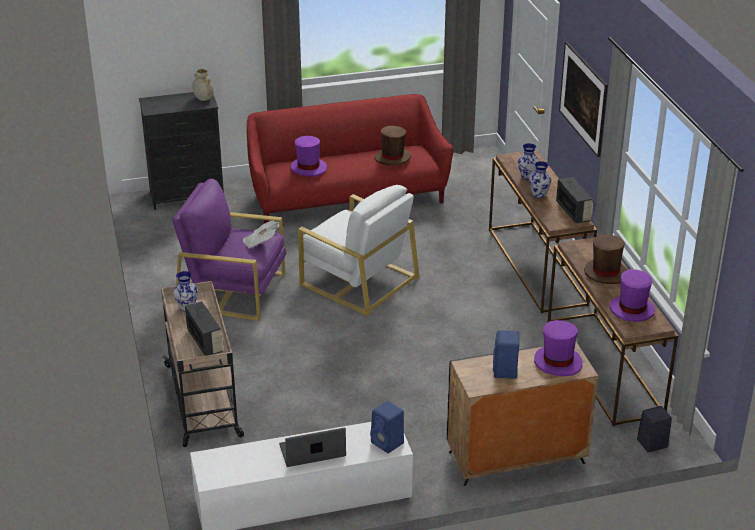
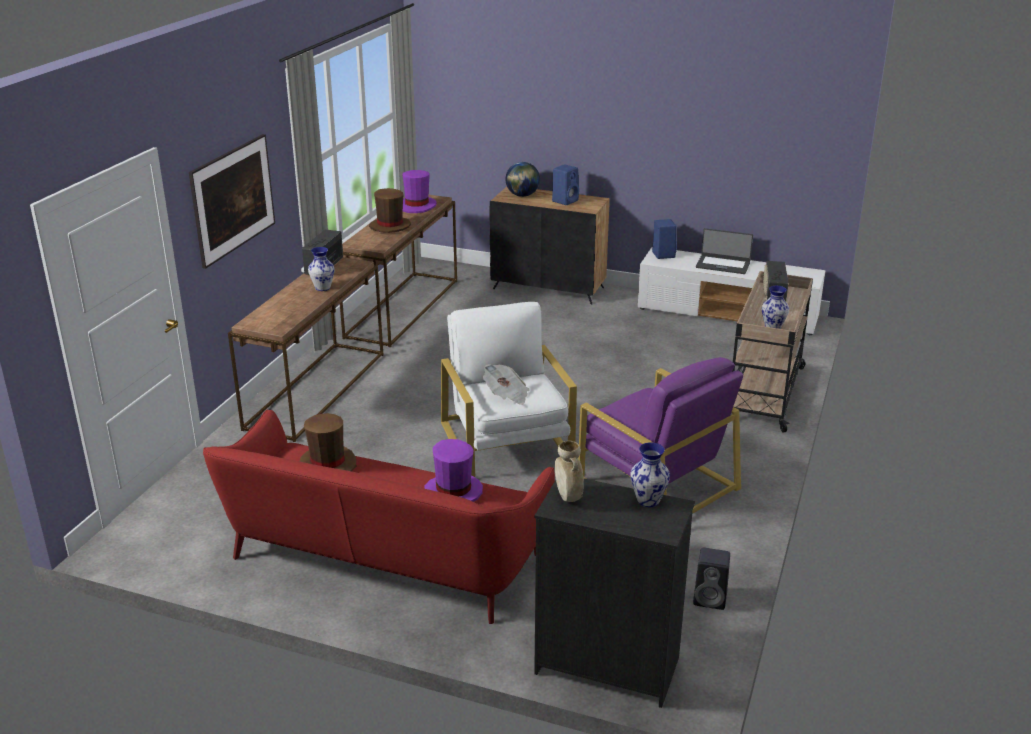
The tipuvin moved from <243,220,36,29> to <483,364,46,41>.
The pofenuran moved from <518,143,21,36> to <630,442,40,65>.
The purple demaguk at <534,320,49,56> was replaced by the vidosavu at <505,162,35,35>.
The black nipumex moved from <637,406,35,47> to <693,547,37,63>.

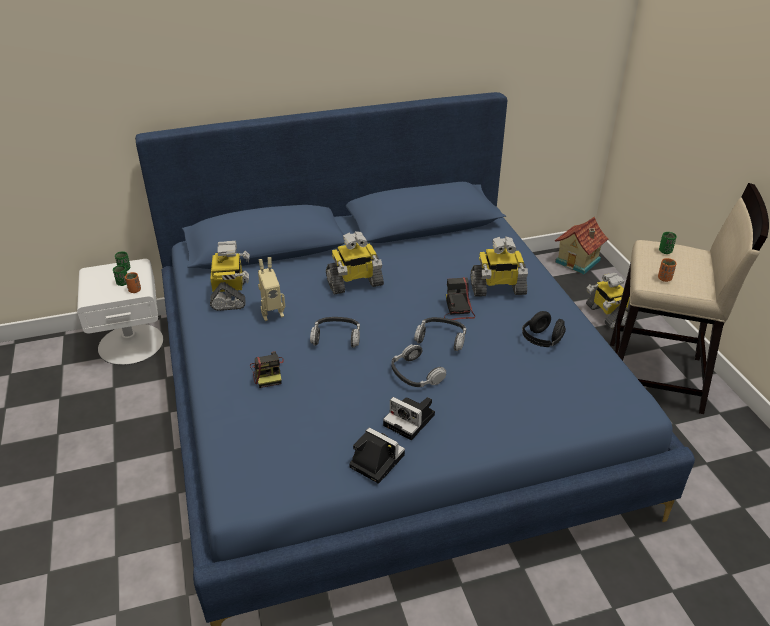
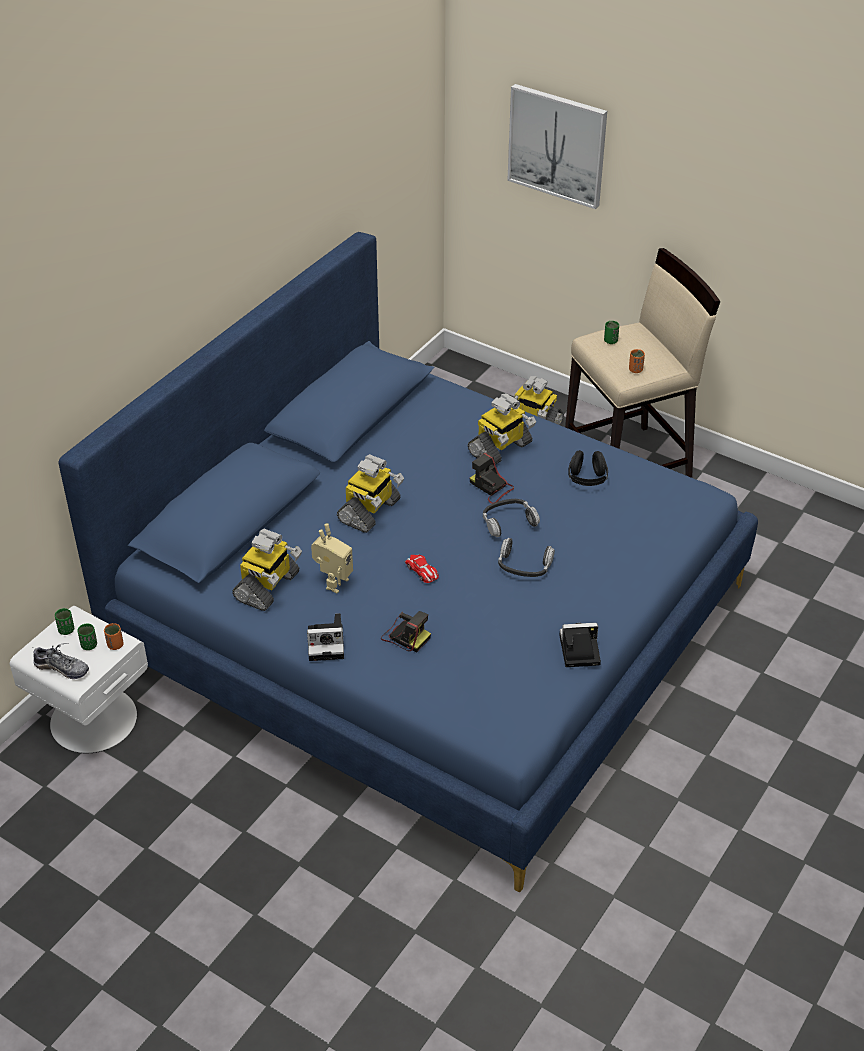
The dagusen at <210,241,39,70> turned 75 degrees clockwise.
The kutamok at <310,317,50,31> was replaced by the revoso at <405,554,34,29>.
The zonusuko moved from <383,397,52,43> to <307,613,37,48>.
The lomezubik at <555,217,53,57> disappeared.
The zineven at <33,643,56,36> appeared.
The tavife at <507,84,100,125> appeared.

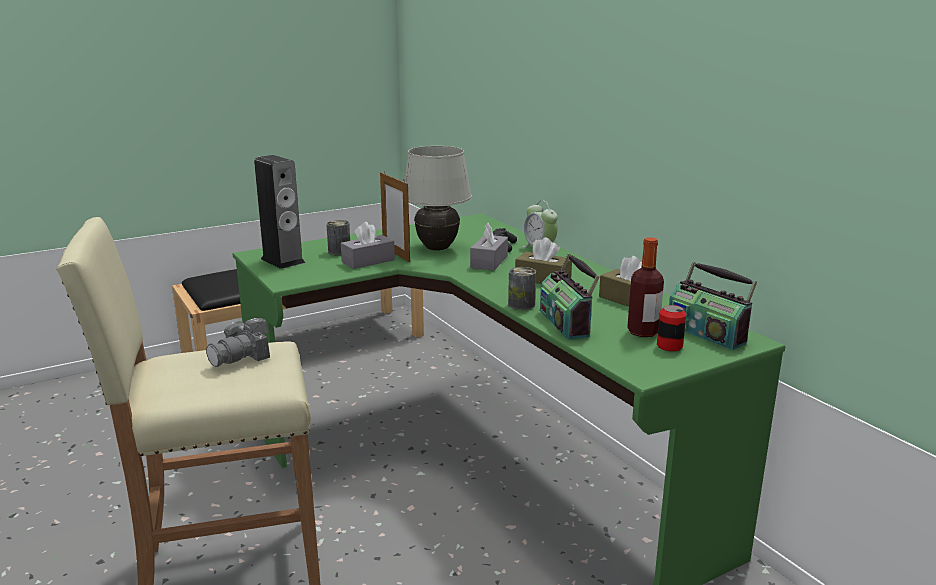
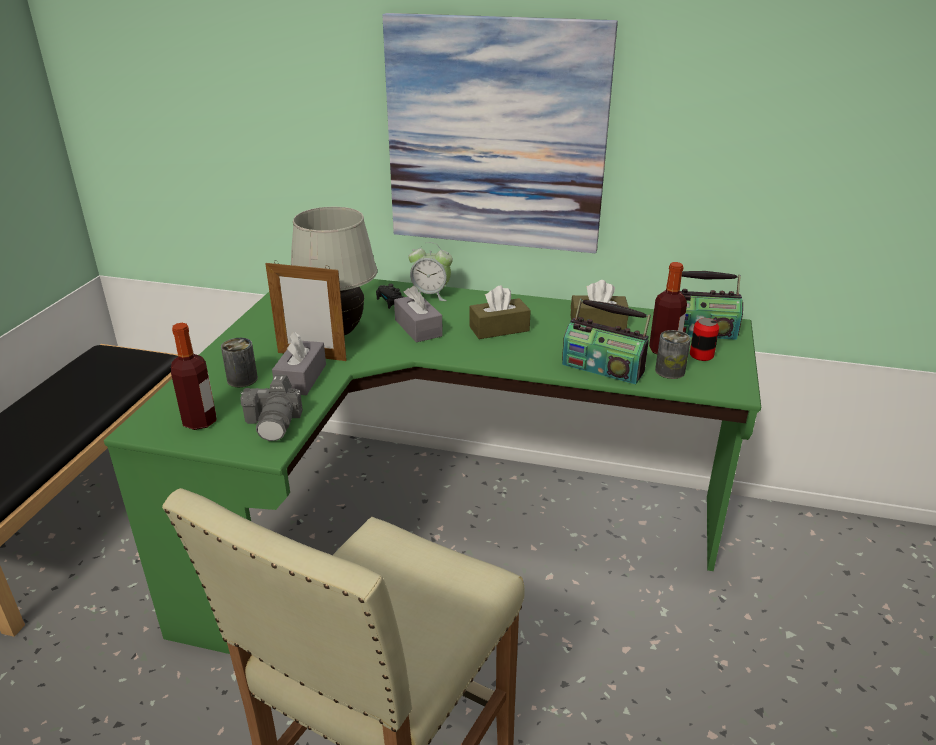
The zonusuko moved from <206,318,64,49> to <240,375,63,66>.
The nipumex at <254,155,51,114> was replaced by the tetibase at <171,323,46,107>.
The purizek moved from <508,267,28,43> to <655,330,36,49>.
The tavife at <382,13,236,240> appeared.

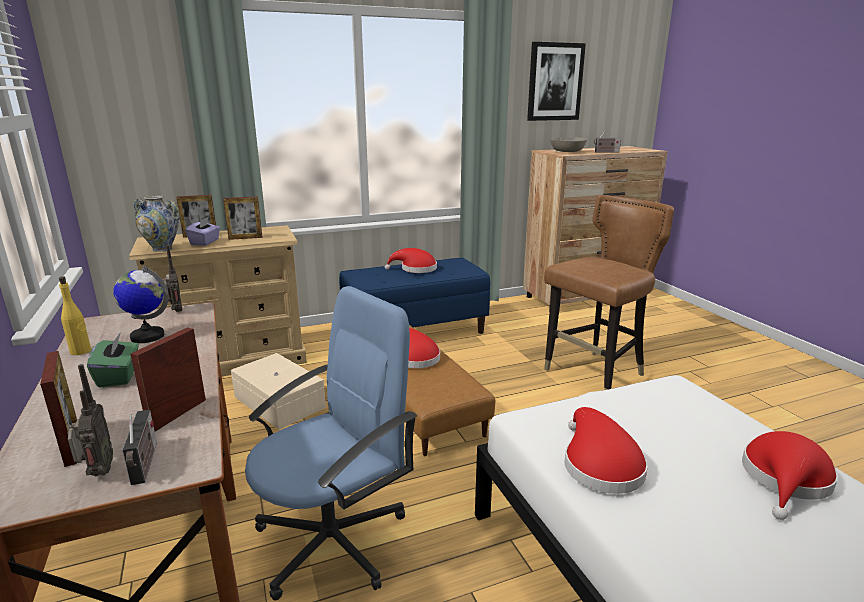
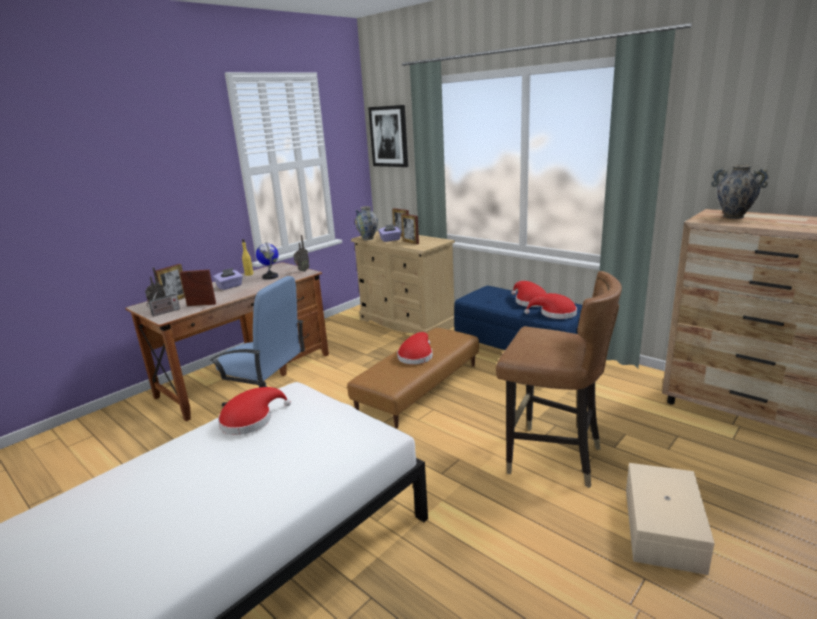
The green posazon at <87,332,52,56> became the purple posazon at <213,268,30,22>.
The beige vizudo moved from <231,353,95,77> to <626,463,89,112>.
The tavife moved from <527,42,59,79> to <368,105,40,62>.
The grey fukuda at <550,137,37,15> was replaced by the pofenuran at <711,165,58,54>.
The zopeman at <594,131,27,22> disappeared.
The red demaguk moved from <742,431,96,89> to <524,293,53,26>.

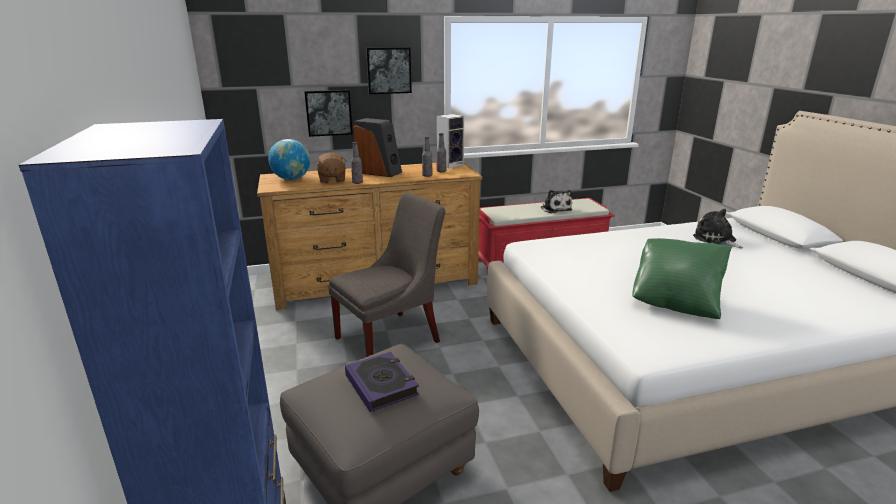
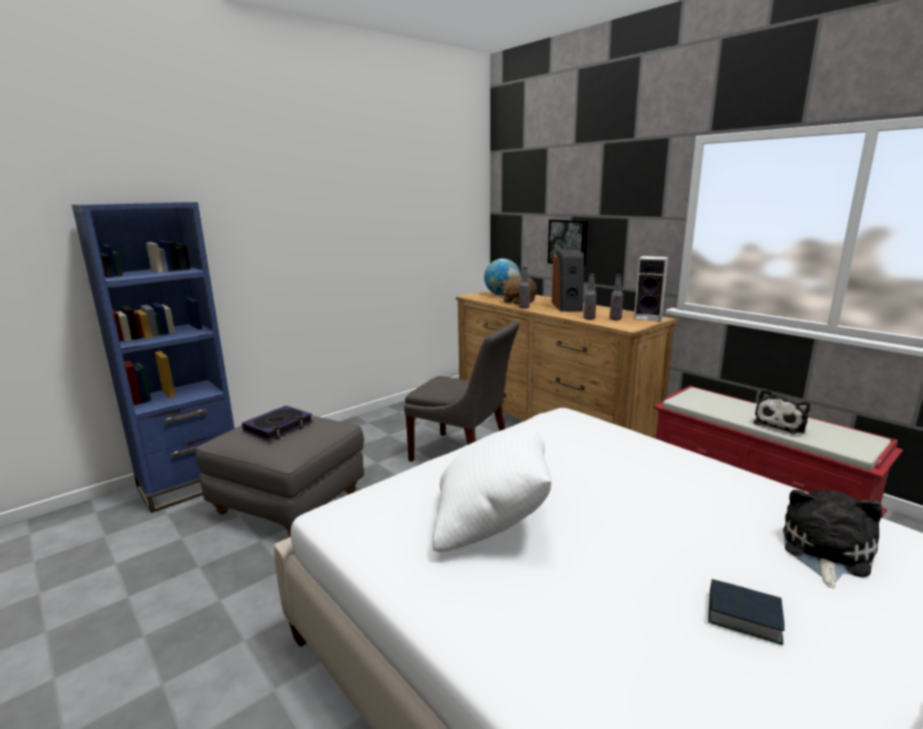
The tavife at <366,47,46,47> disappeared.
The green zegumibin at <632,238,100,81> became the white zegumibin at <432,431,120,121>.
The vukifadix at <708,579,77,66> appeared.

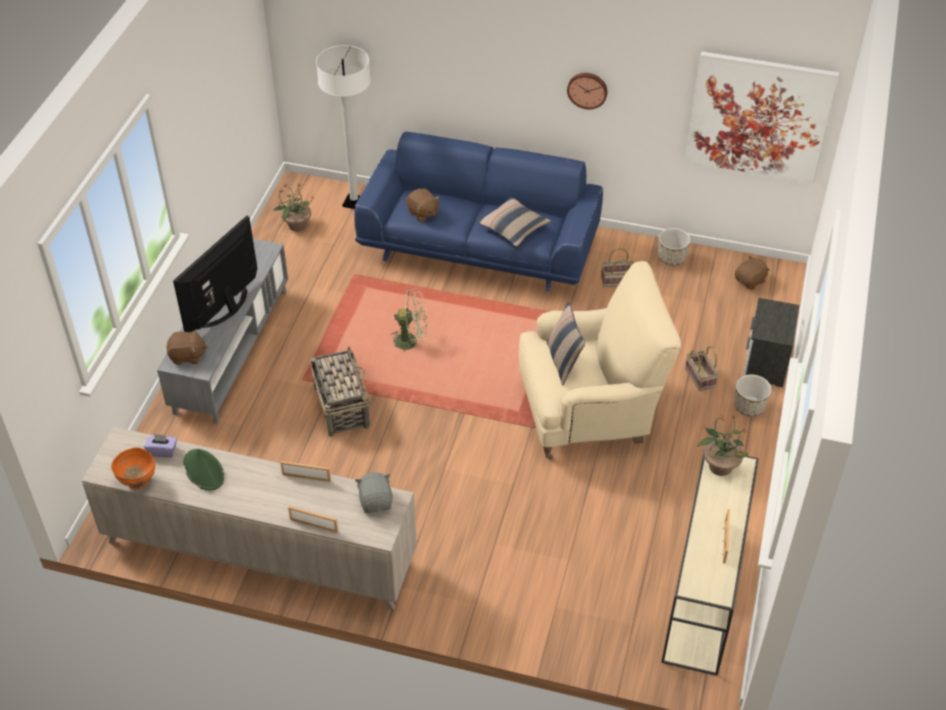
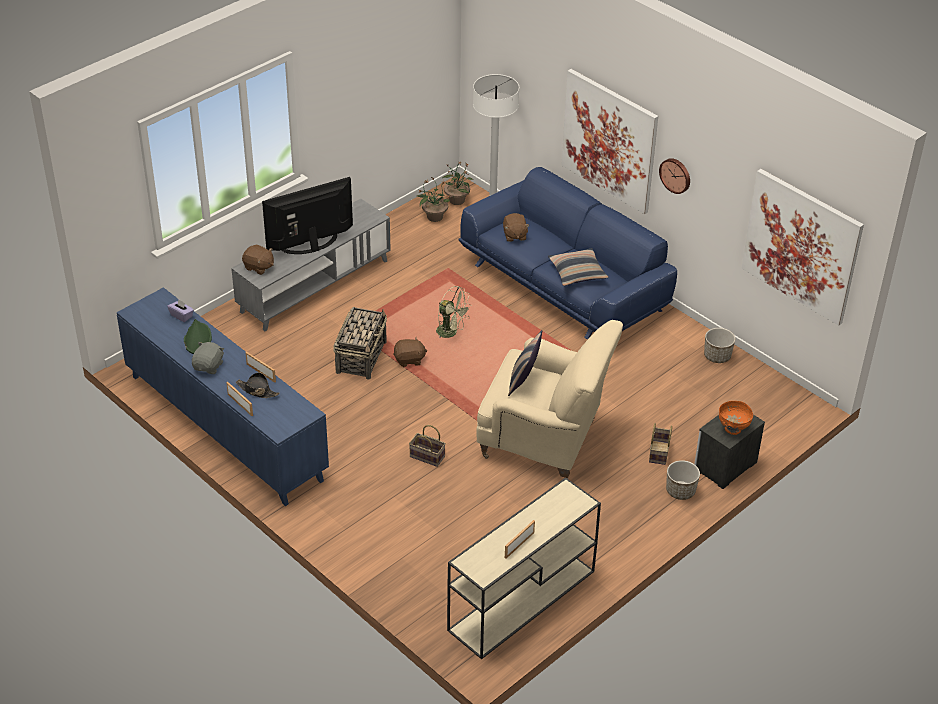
The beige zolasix at <82,427,335,184> became the blue zolasix at <117,287,212,219>.
The orange fukuda moved from <111,447,44,43> to <719,401,34,34>.
The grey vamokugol moved from <355,472,38,41> to <192,342,32,32>.
The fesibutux moved from <601,248,33,39> to <409,425,37,42>.
The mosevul moved from <698,414,50,62> to <443,161,30,44>.
The brown vamokugol moved from <735,255,35,35> to <393,337,34,30>.
The black demaguk at <236,372,43,26> appeared.
The tavife at <562,69,96,145> appeared.

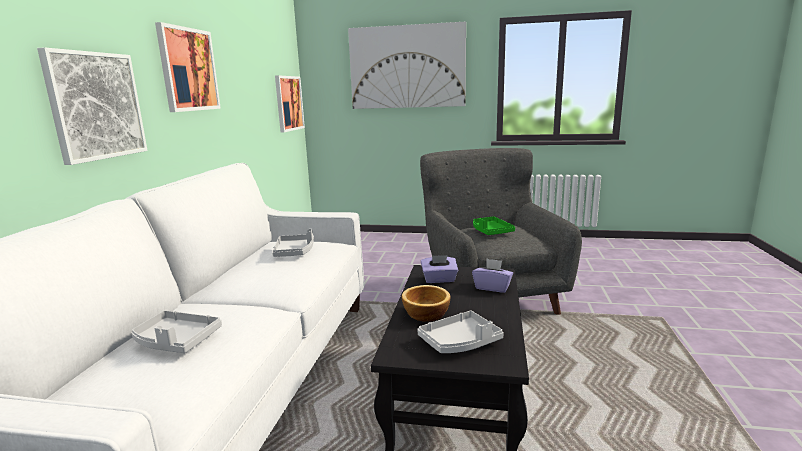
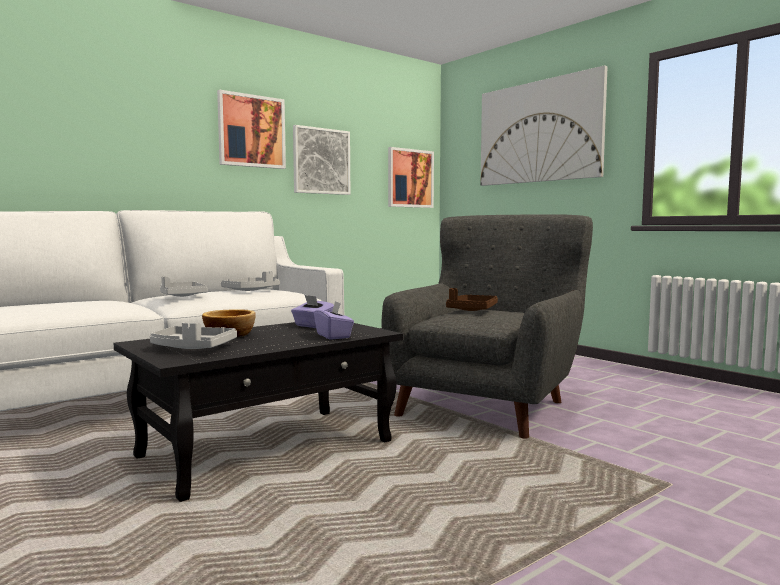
The tavife moved from <37,47,110,118> to <293,125,57,70>.
The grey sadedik moved from <131,310,91,43> to <160,276,48,21>.
The green sadedik at <473,216,42,19> became the brown sadedik at <446,288,52,23>.

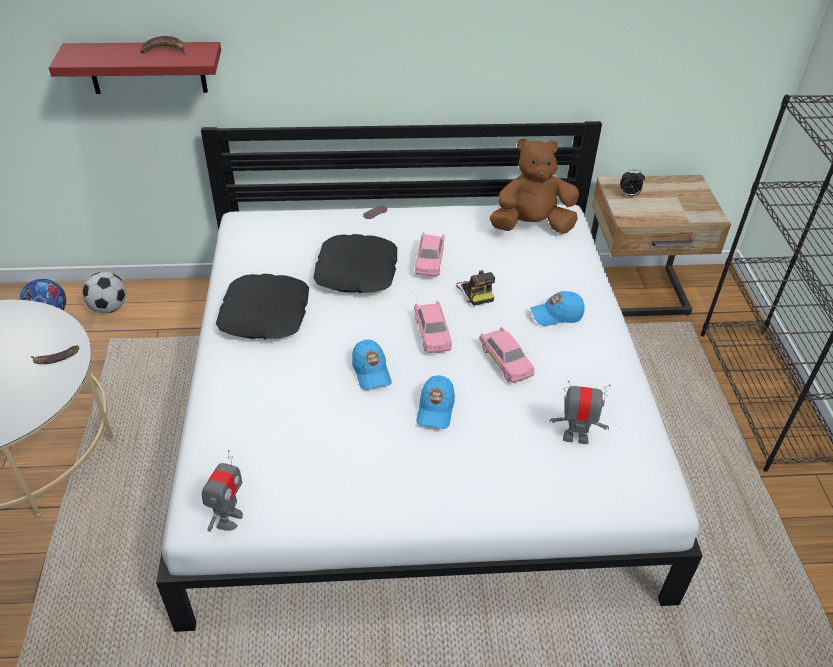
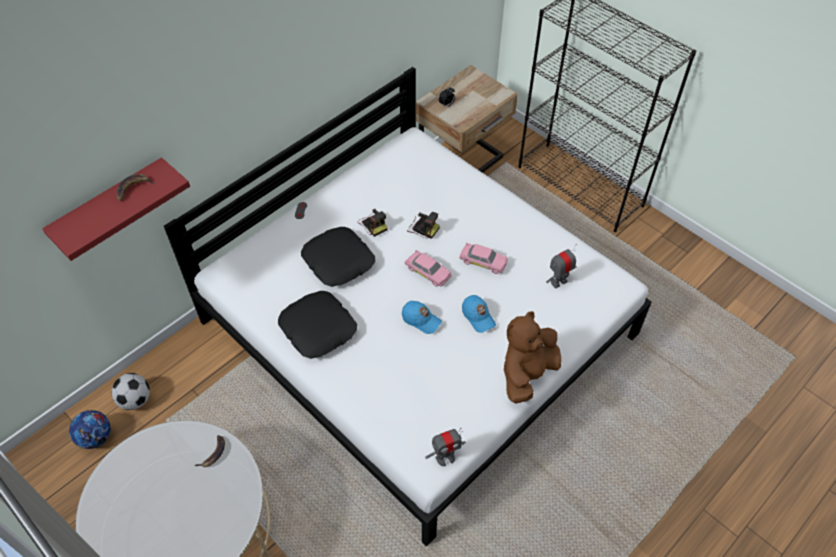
The dagusen at <202,450,41,82> turned 90 degrees clockwise.
The pink revoso at <415,233,30,43> was replaced by the zonusuko at <358,209,30,28>.
The brown vamokugol moved from <489,138,90,96> to <504,311,58,93>.
The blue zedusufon at <530,291,55,35> disappeared.

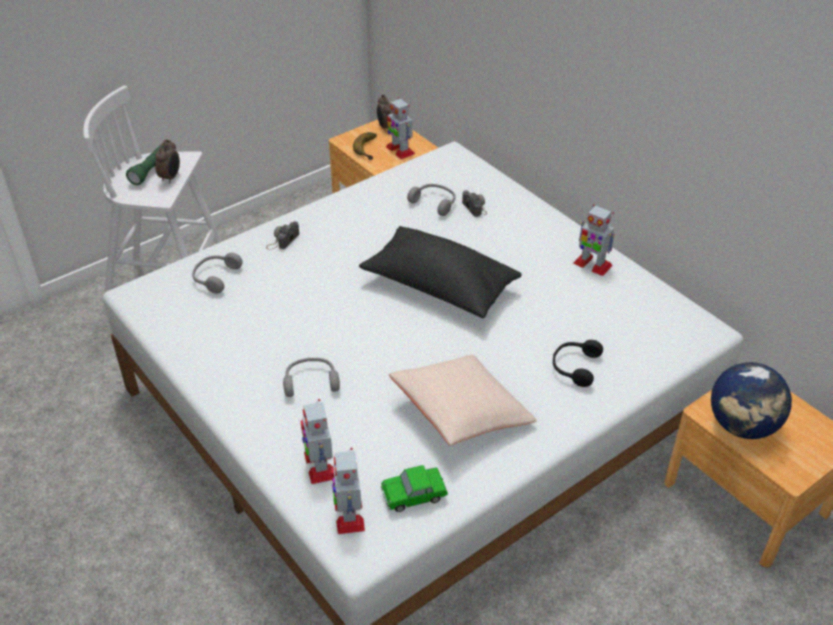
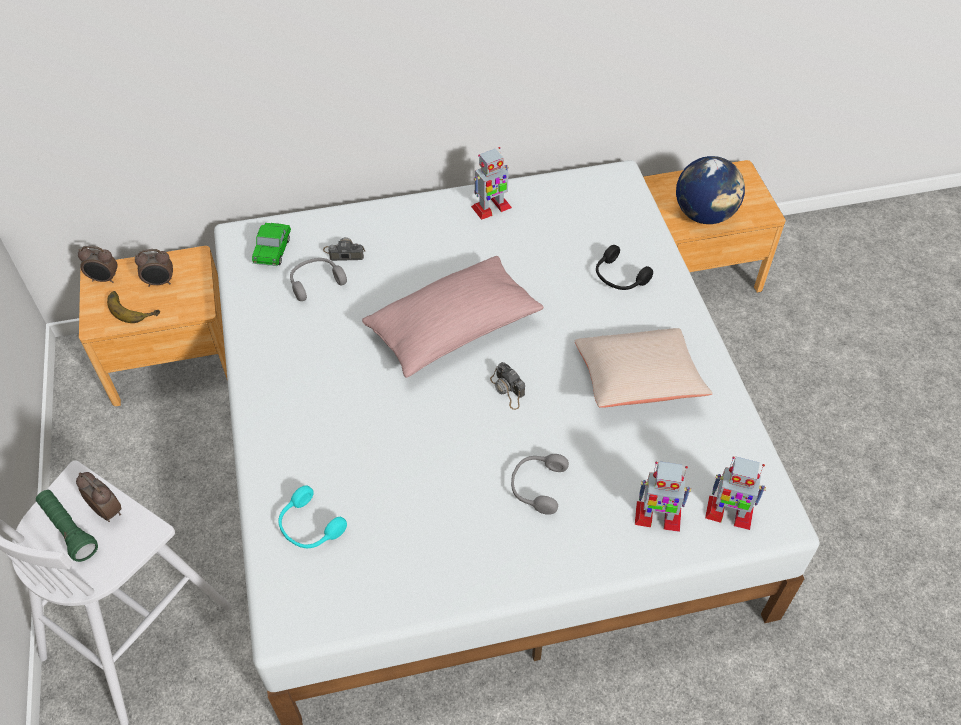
The grey kutamok at <192,253,51,40> became the turquoise kutamok at <278,485,69,63>.
The zonusuko moved from <266,221,34,29> to <490,362,35,48>.
The black zegumibin at <359,226,163,92> became the pink zegumibin at <362,256,182,122>.
The revoso moved from <381,465,67,47> to <252,223,39,43>.
The dagusen at <386,97,29,63> was replaced by the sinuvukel at <135,249,38,38>.

